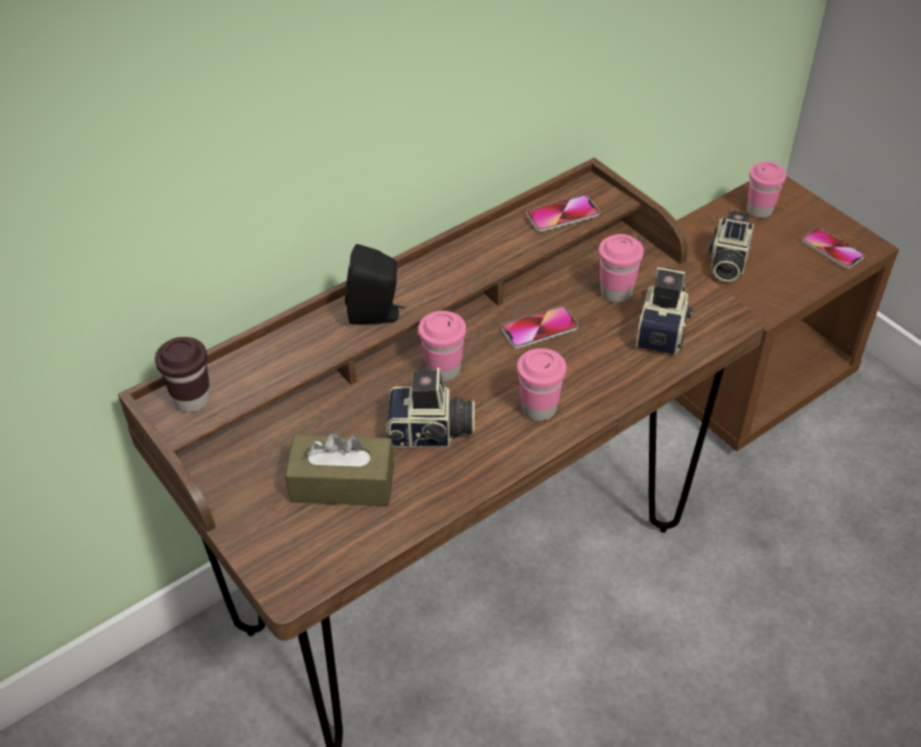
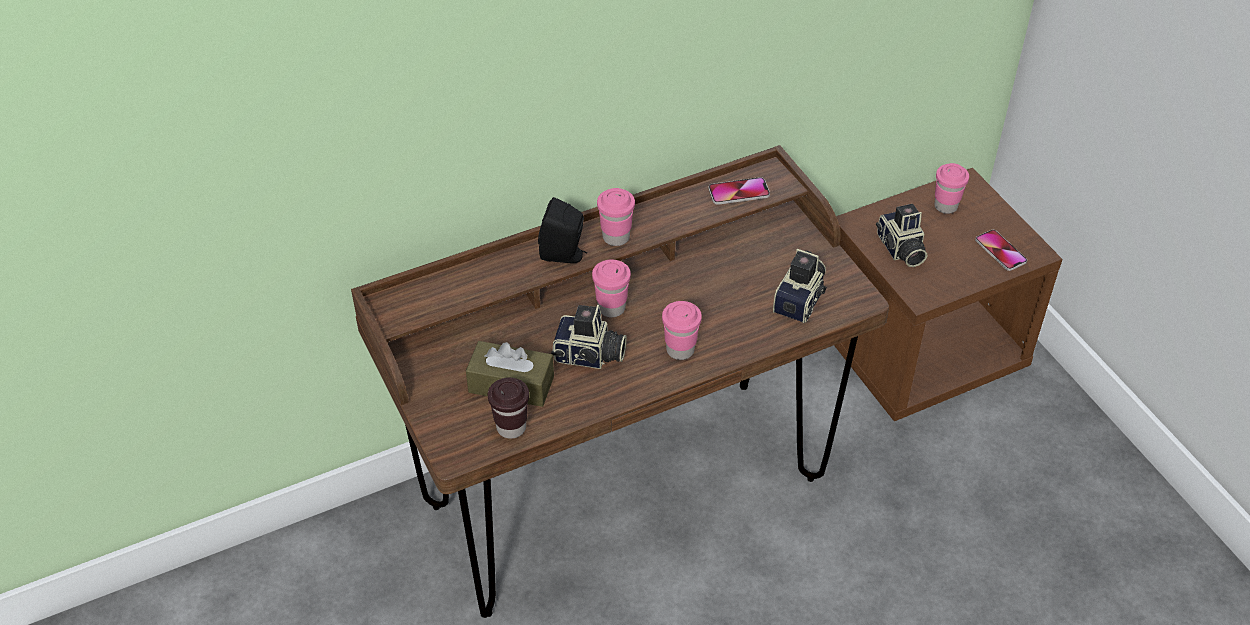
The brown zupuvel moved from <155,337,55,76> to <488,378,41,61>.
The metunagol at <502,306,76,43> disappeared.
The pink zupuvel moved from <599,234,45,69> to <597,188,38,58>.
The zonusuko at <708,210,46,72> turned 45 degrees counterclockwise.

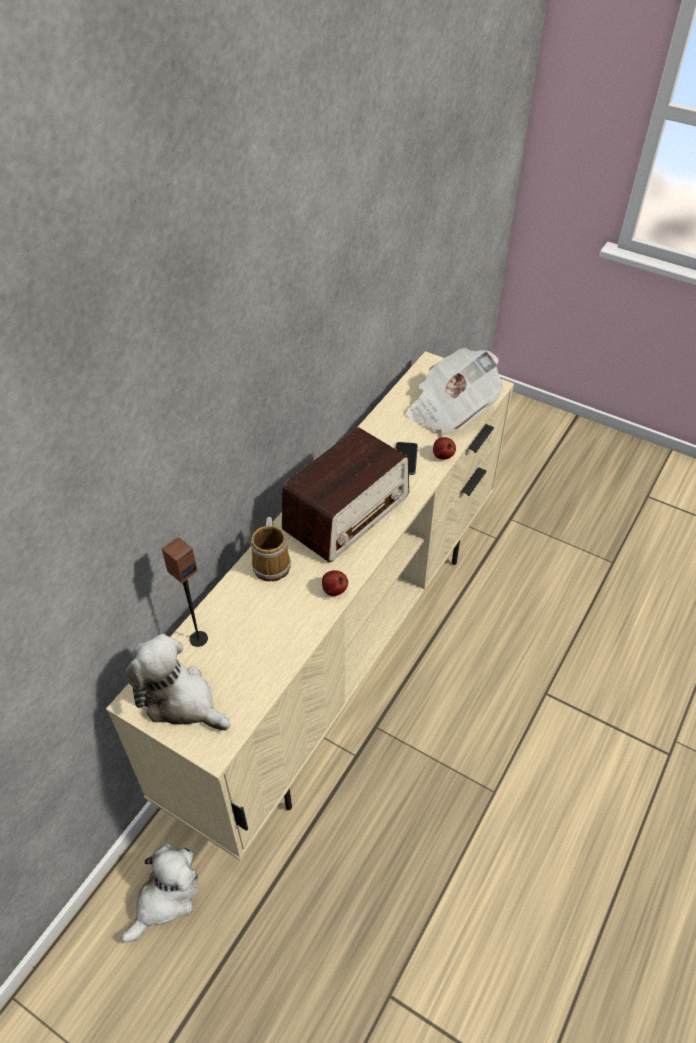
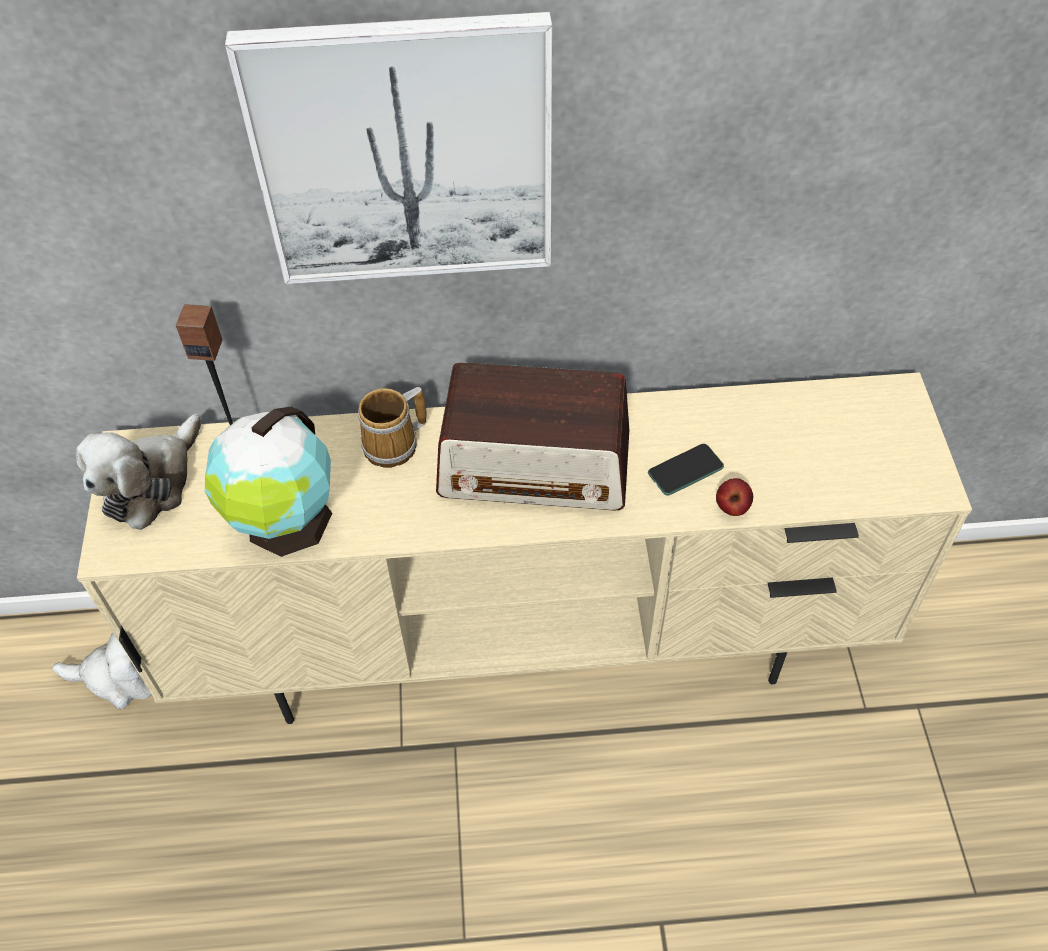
The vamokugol at <126,634,104,97> turned 150 degrees counterclockwise.
The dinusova at <322,570,26,26> disappeared.
The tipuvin at <406,348,97,87> disappeared.
The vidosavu at <205,407,127,150> appeared.
The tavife at <225,12,327,272> appeared.

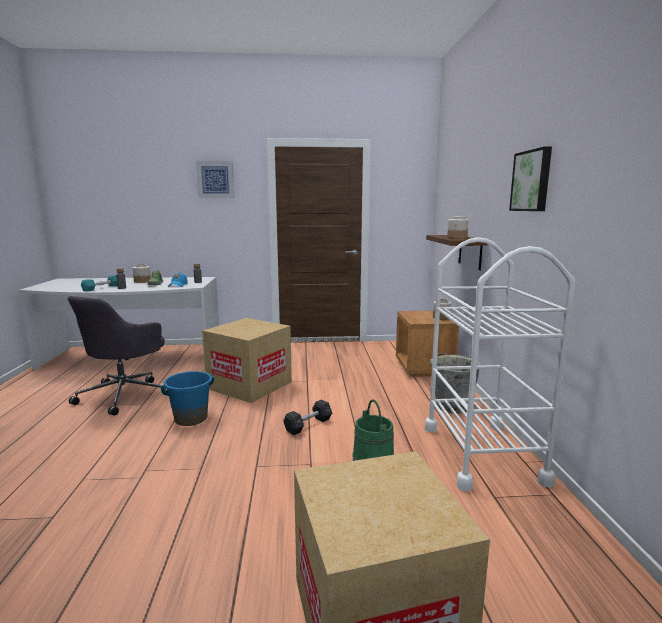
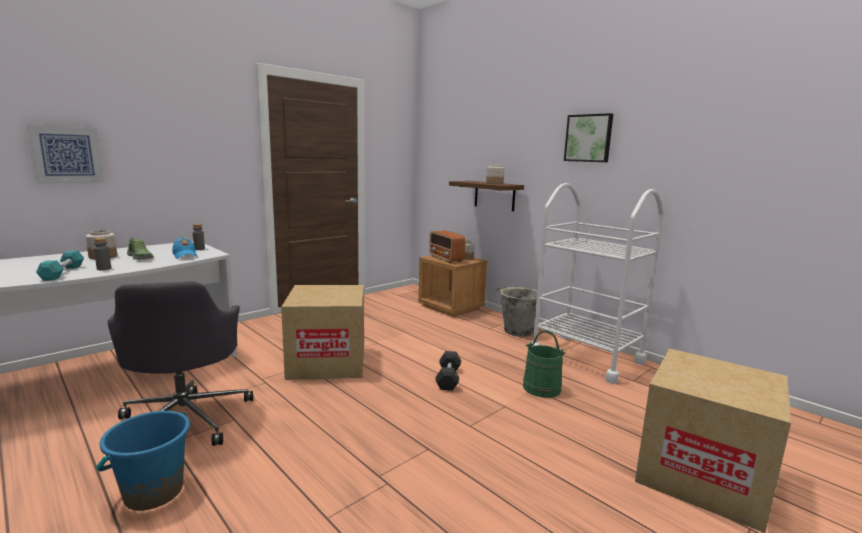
The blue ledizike moved from <161,371,53,55> to <96,411,94,100>.
The tavife moved from <196,161,38,37> to <26,124,78,59>.
The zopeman at <429,230,36,33> appeared.

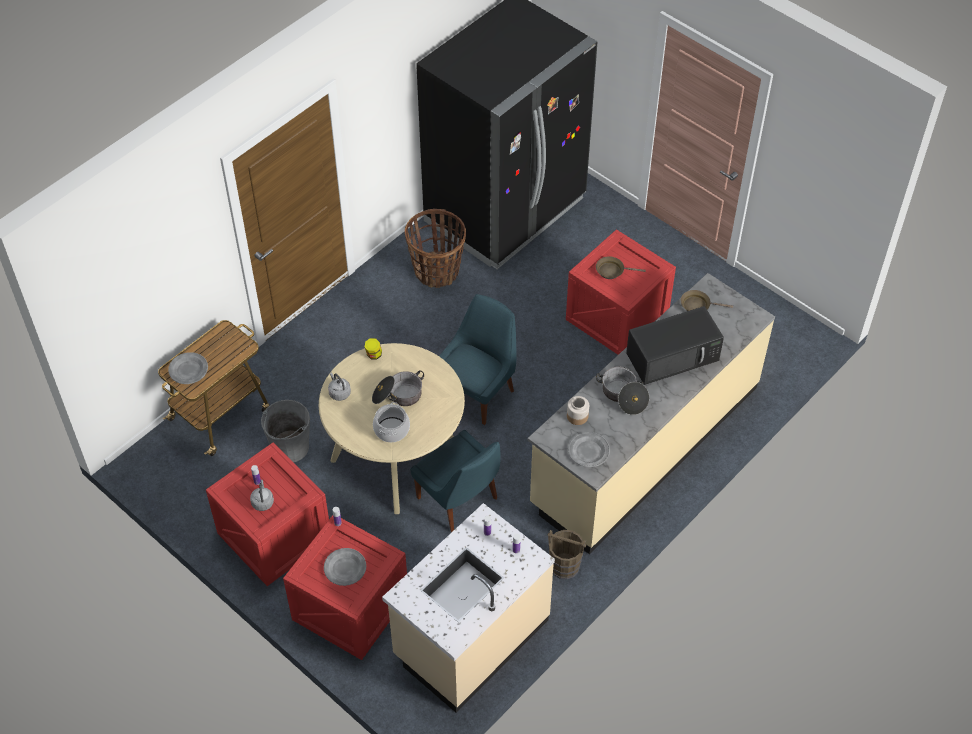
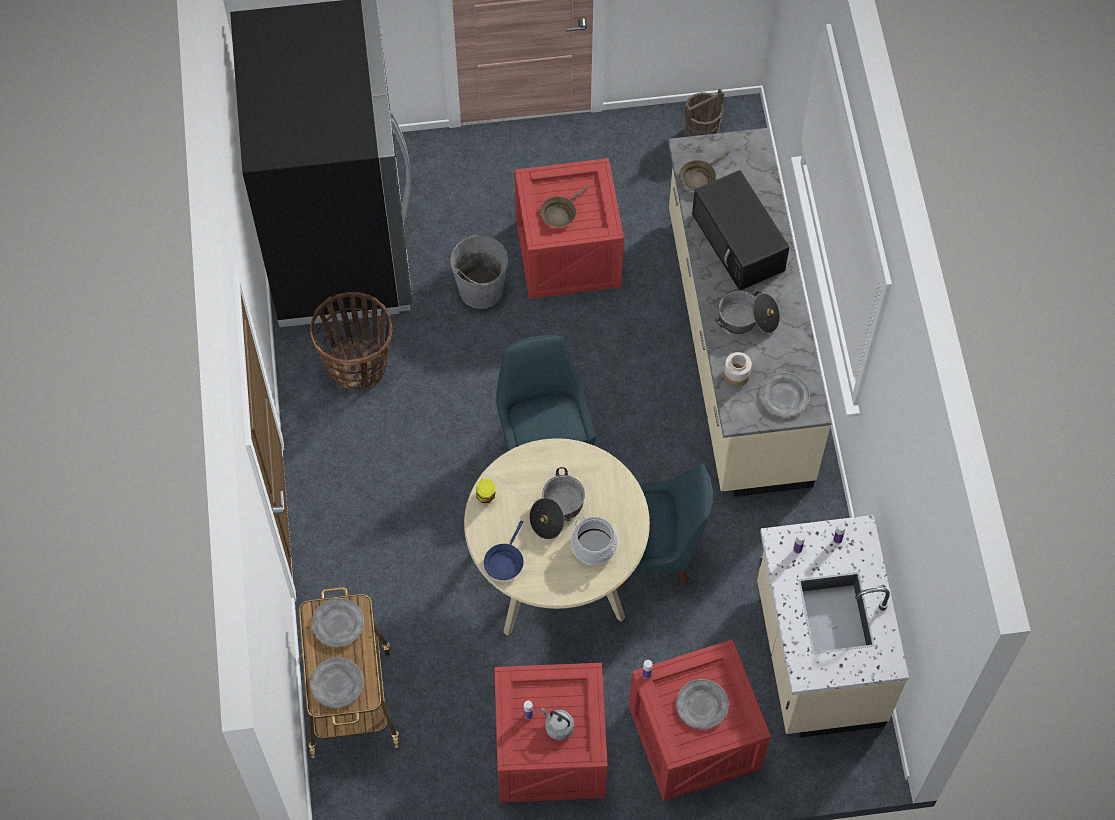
The grey ledizike moved from <261,400,49,62> to <450,235,58,74>.
The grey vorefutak at <328,373,23,28> was replaced by the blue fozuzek at <484,521,39,59>.
The brown ledizike moved from <548,530,38,49> to <684,89,40,48>.
The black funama at <626,306,98,79> turned 135 degrees clockwise.
The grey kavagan at <312,598,52,49> appeared.

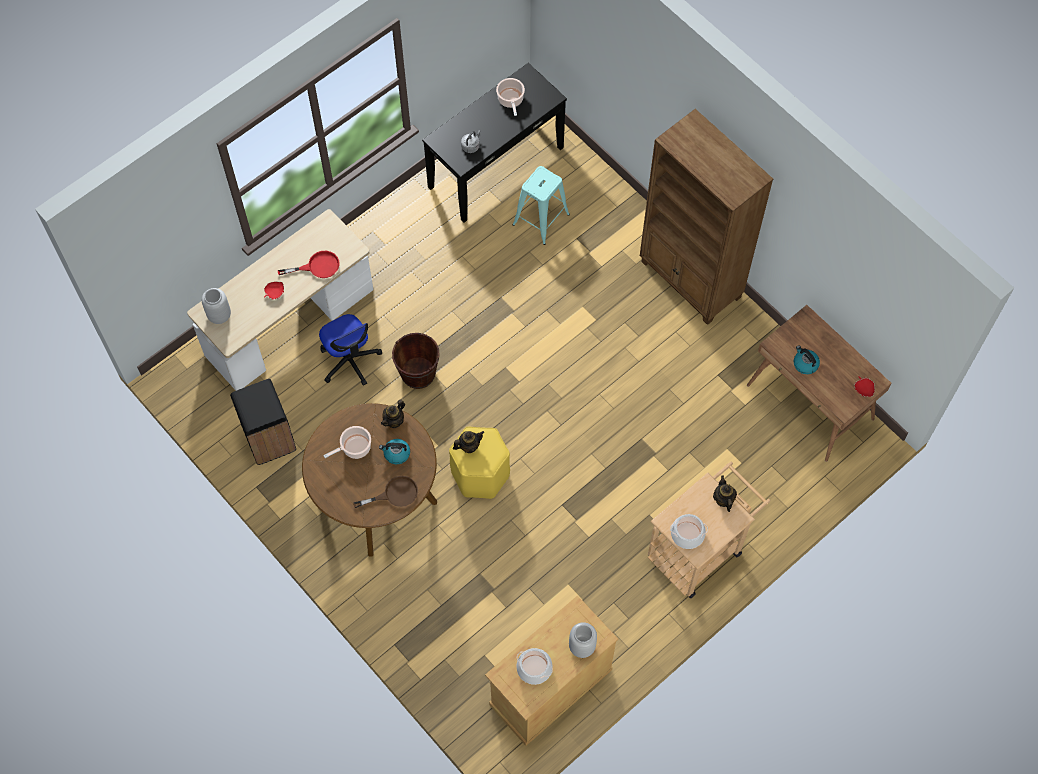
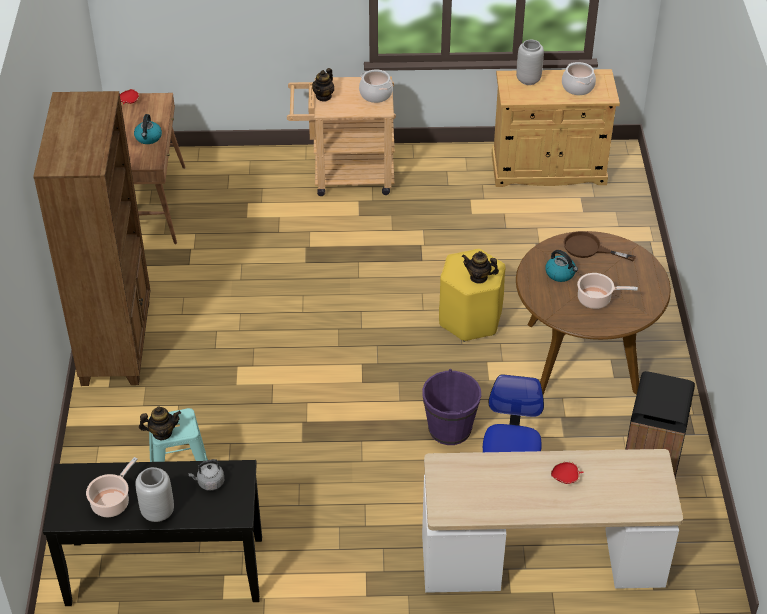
The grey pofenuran moved from <202,288,29,36> to <135,467,39,55>.
The red fozuzek at <278,251,61,27> disappeared.
The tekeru moved from <381,399,24,29> to <139,407,42,33>.
The brown ledizike at <392,333,48,56> became the purple ledizike at <422,369,59,76>.

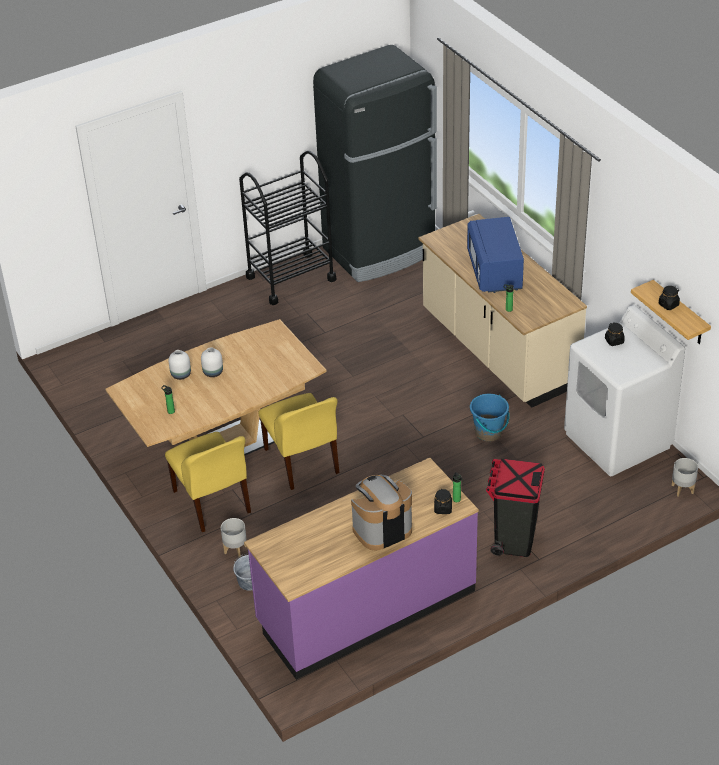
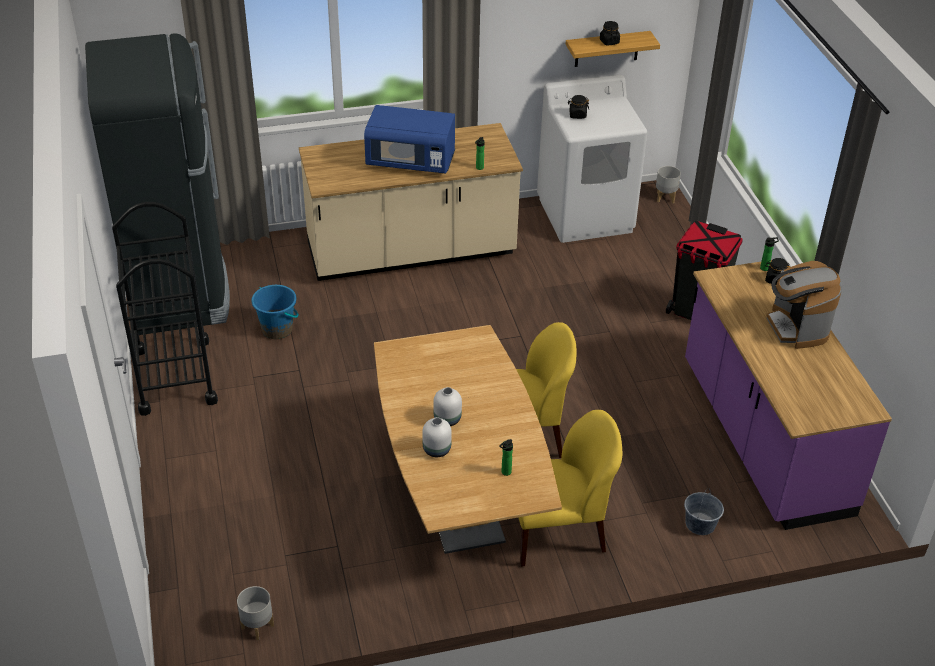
The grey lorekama moved from <221,518,26,40> to <237,586,37,54>.
The blue ledizike moved from <470,394,39,48> to <251,285,48,54>.

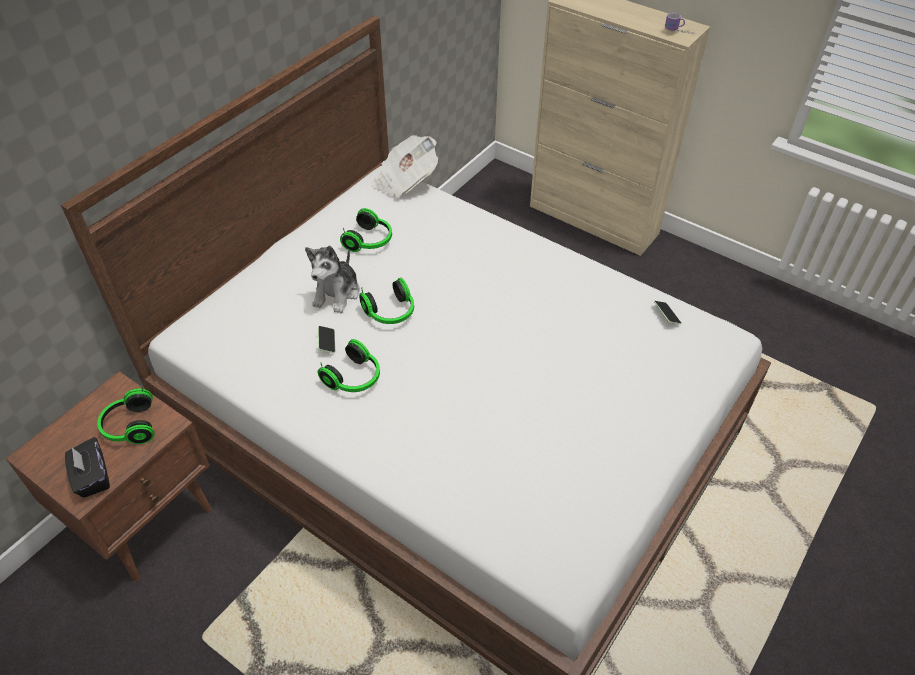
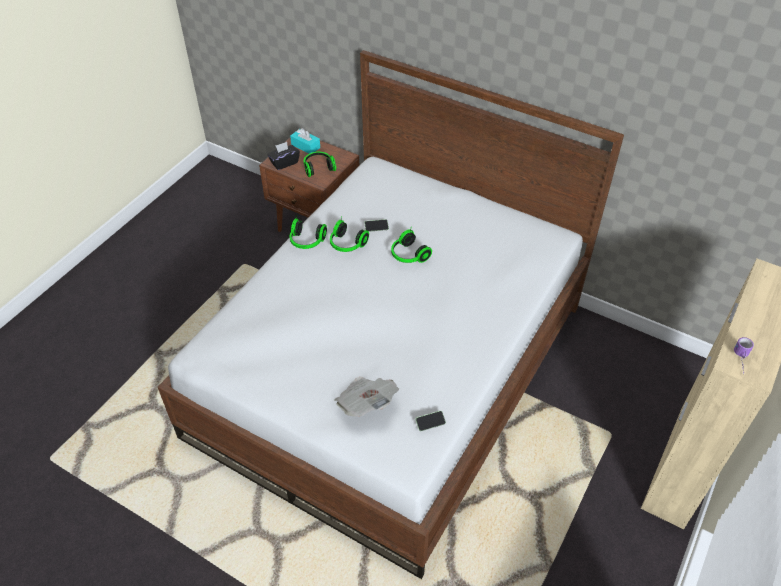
The vamokugol at <305,246,55,67> disappeared.
The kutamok moved from <340,208,52,44> to <290,215,37,34>.
The tipuvin moved from <371,135,67,63> to <334,377,65,40>.
The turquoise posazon at <290,128,30,26> appeared.

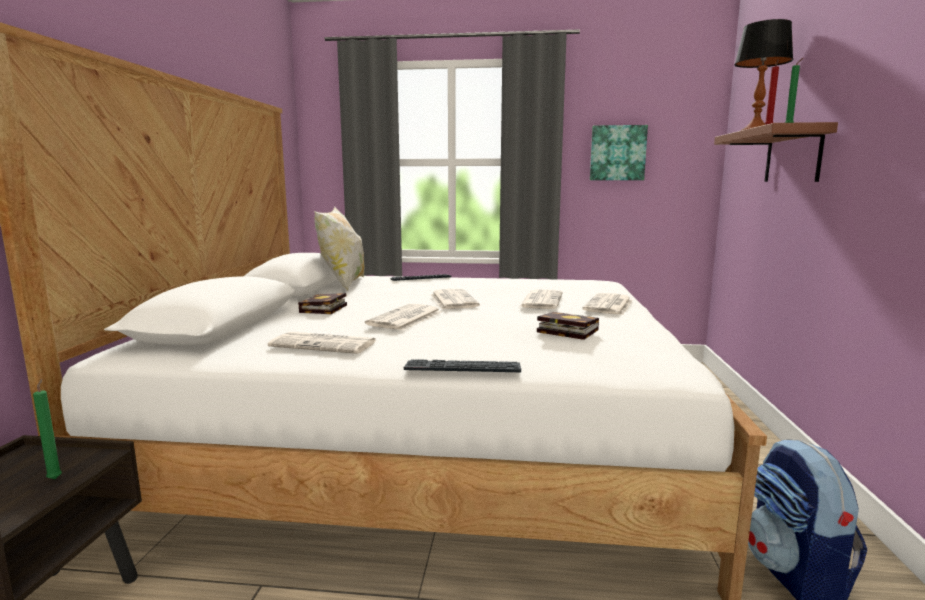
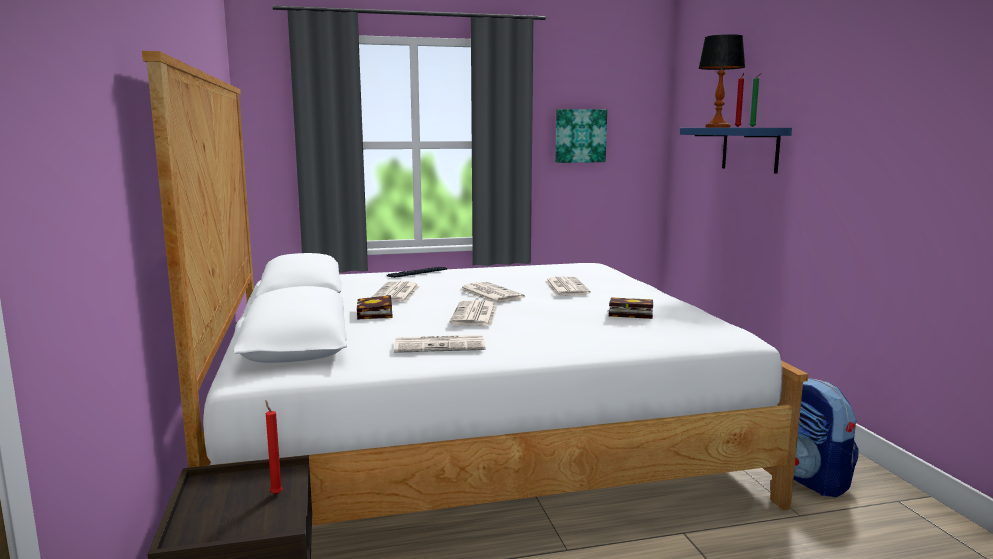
The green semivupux at <33,379,29,100> became the red semivupux at <266,401,17,94>.
The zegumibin at <314,207,50,84> disappeared.
The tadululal at <404,359,117,13> disappeared.
The tipuvin moved from <582,293,51,22> to <372,281,48,21>.
The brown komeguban at <714,122,124,60> became the blue komeguban at <680,128,112,46>.

